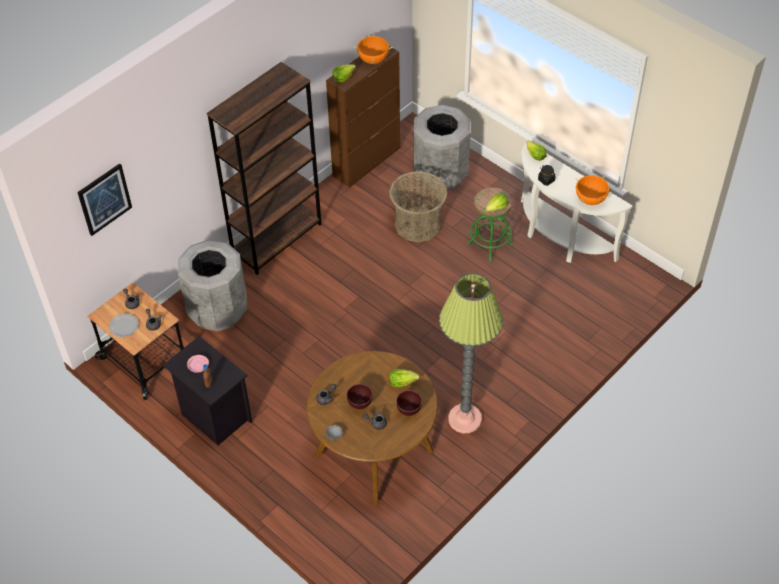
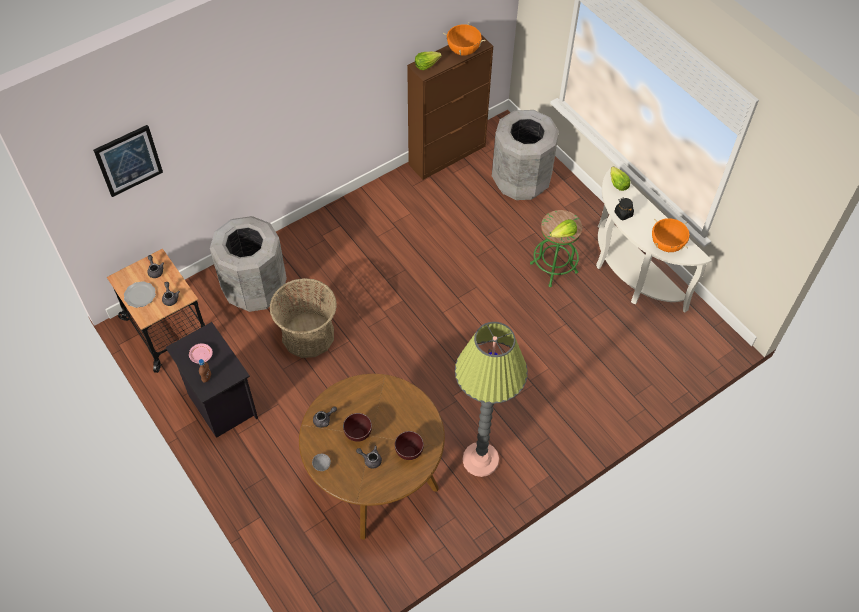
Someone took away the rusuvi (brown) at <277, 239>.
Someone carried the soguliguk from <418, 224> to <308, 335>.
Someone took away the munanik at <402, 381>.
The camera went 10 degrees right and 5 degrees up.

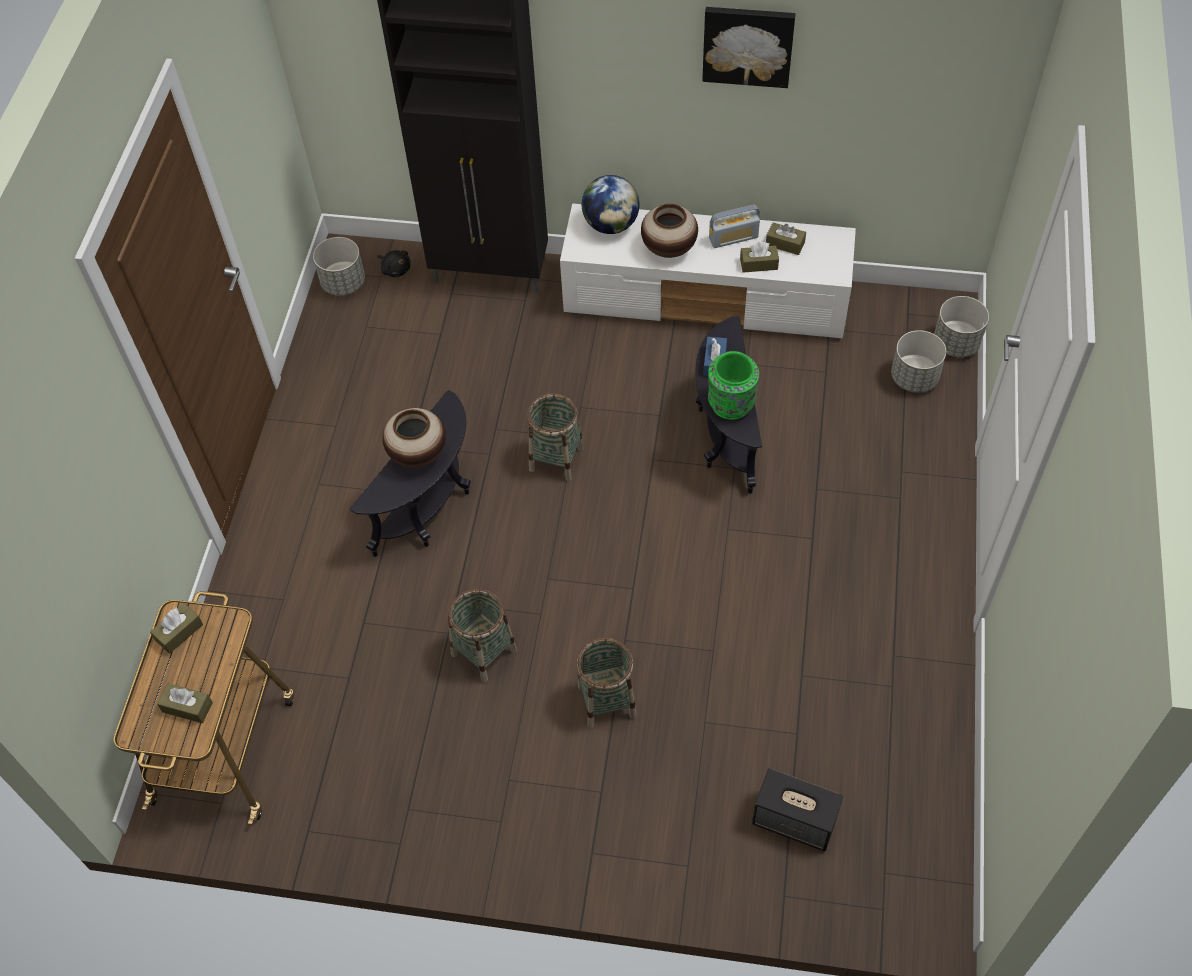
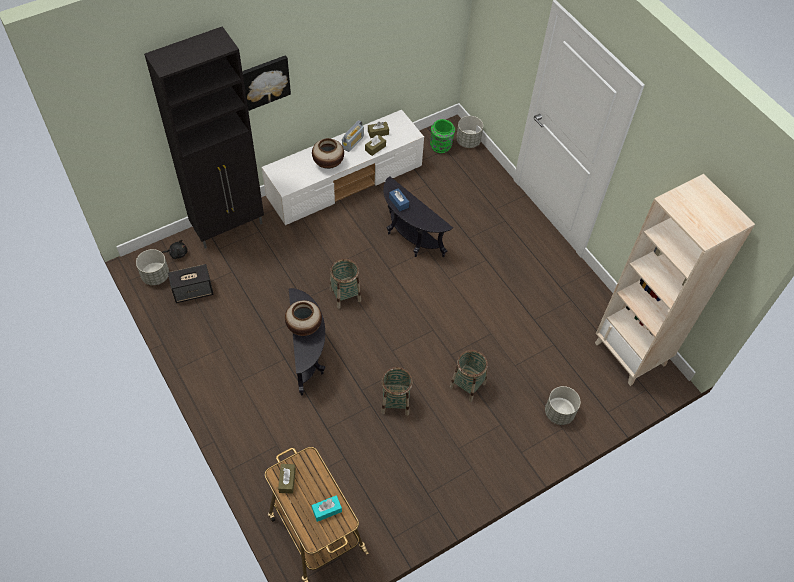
Someone repainted the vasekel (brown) at <187, 707>, which became the vasekel (turquoise) at <327, 510>.
Someone took away the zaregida at <611, 225>.
Someone carried the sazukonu from <748, 45> to <265, 81>.
Someone carried the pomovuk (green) from <731, 405> to <441, 146>.
Someone carried the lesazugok from <795, 820> to <193, 291>.
Someone carried the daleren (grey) from <914, 378> to <559, 413>.
Someone put down the rusuvi (beige) at <631, 354>.
The camera went 45 degrees left and 0 degrees up.

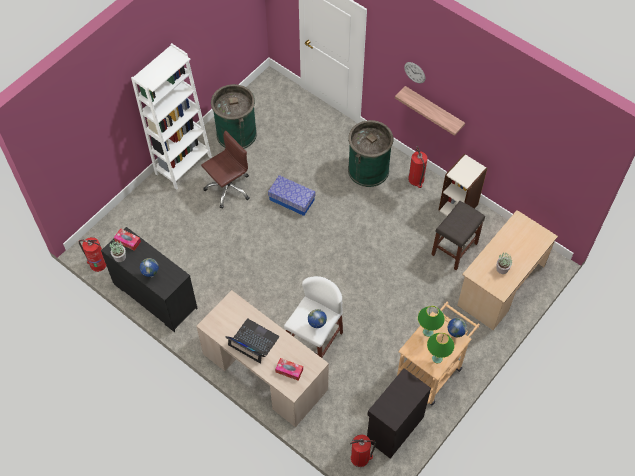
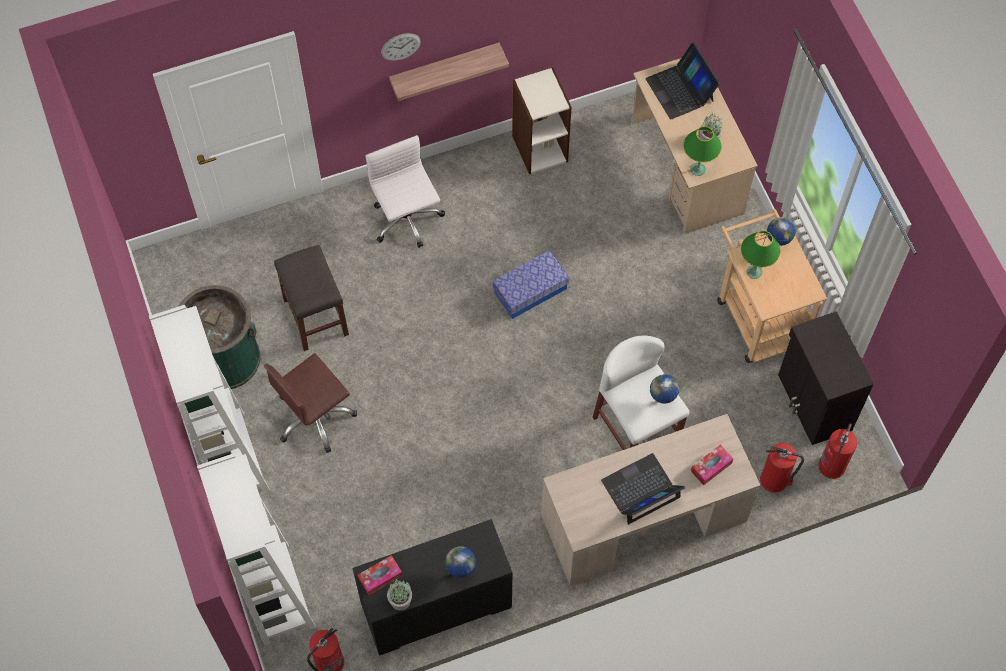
Someone rotated the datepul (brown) at <228, 188> by 120 degrees counterclockwise.
Someone carried the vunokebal from <292, 200> to <530, 290>.
Someone swapped the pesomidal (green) at <368, 169> for the datepul (white) at <407, 221>.
Someone carried the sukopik from <416, 179> to <774, 480>.
Someone carried the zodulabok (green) from <437, 358> to <697, 169>.
Someone carried the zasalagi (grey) from <454, 248> to <315, 316>.
Someone put down the rusuvi (white) at <276, 594>.
Someone put down the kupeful at <680, 89>.
The camera went 60 degrees left and 5 degrees up.

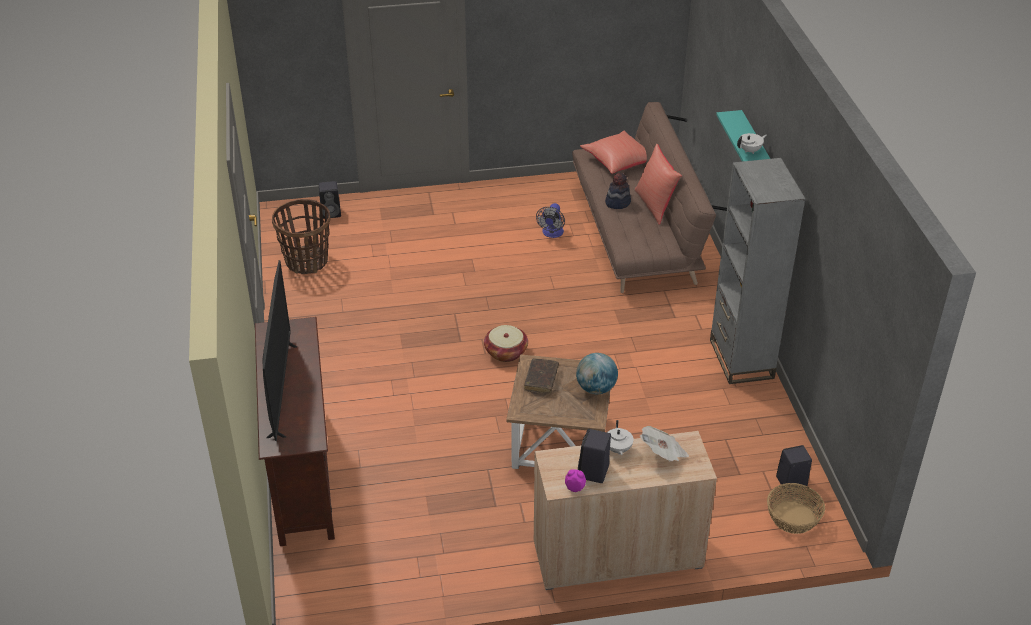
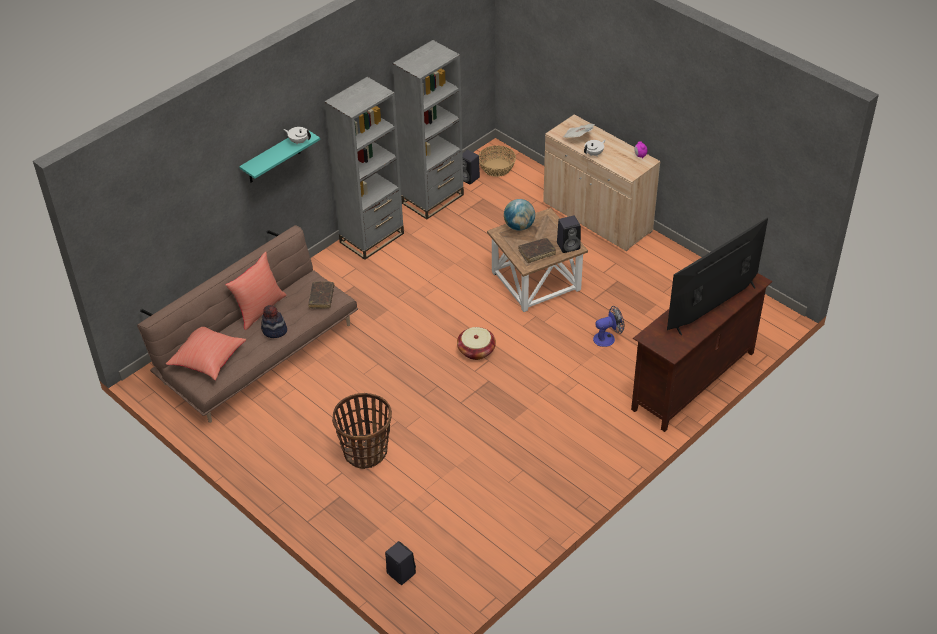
Someone carried the soguliguk from <307, 261> to <365, 452>.
Someone carried the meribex from <552, 233> to <607, 338>.
Someone carried the lesazugok (black) from <593, 472> to <569, 245>.
Someone put down the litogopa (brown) at <321, 298>.
Someone put down the rusuvi (grey) at <433, 199>.
The camera went 125 degrees left and 5 degrees up.

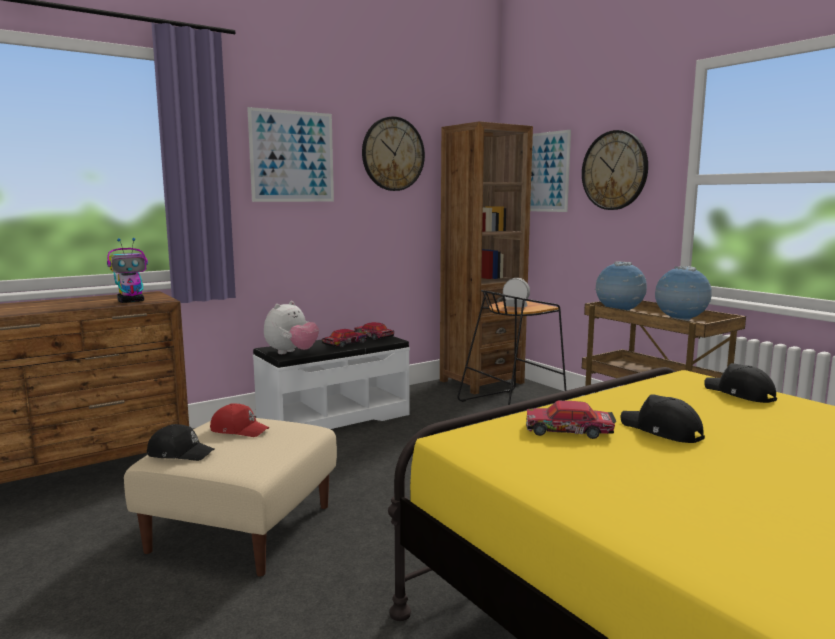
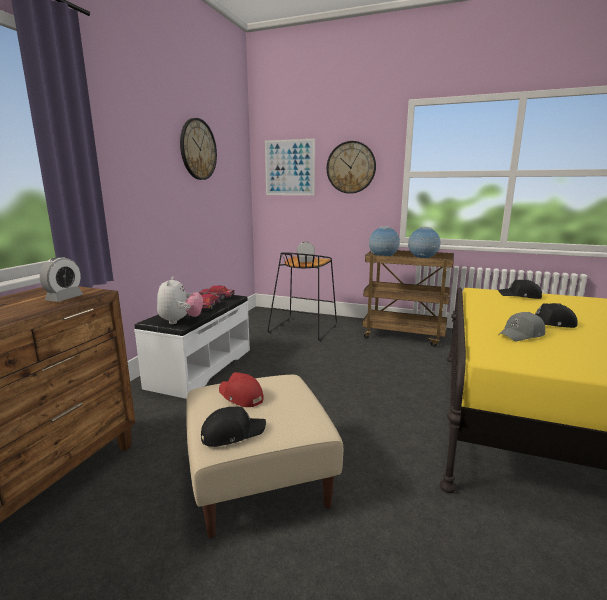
Someone swapped the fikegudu at <131, 301> for the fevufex at <64, 298>.
Someone rotated the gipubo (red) at <239, 430> by 120 degrees counterclockwise.
Someone took away the sazukonu at <292, 156>.
Someone took away the rusuvi (brown) at <481, 382>.
Someone swapped the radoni at <569, 431> for the gipubo (grey) at <522, 335>.
The camera went 35 degrees left and 5 degrees up.

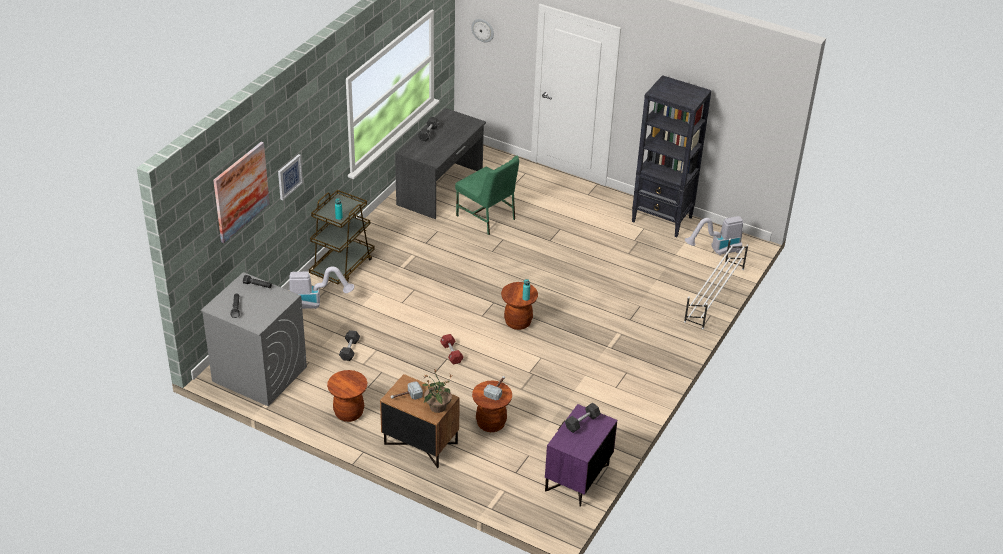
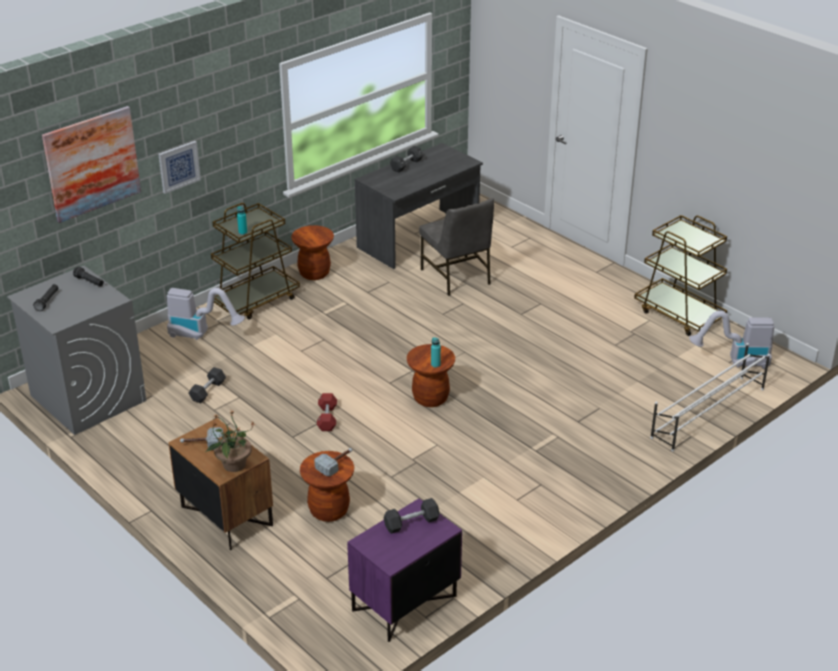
Someone carried the zasalagi (brown) from <349, 413> to <314, 273>.
Someone repainted the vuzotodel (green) at <487, 217>, which became the vuzotodel (grey) at <456, 277>.
Someone took away the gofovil at <483, 30>.
Someone swapped the rusuvi (black) at <662, 220> for the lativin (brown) at <679, 314>.
The camera went 20 degrees right and 5 degrees down.

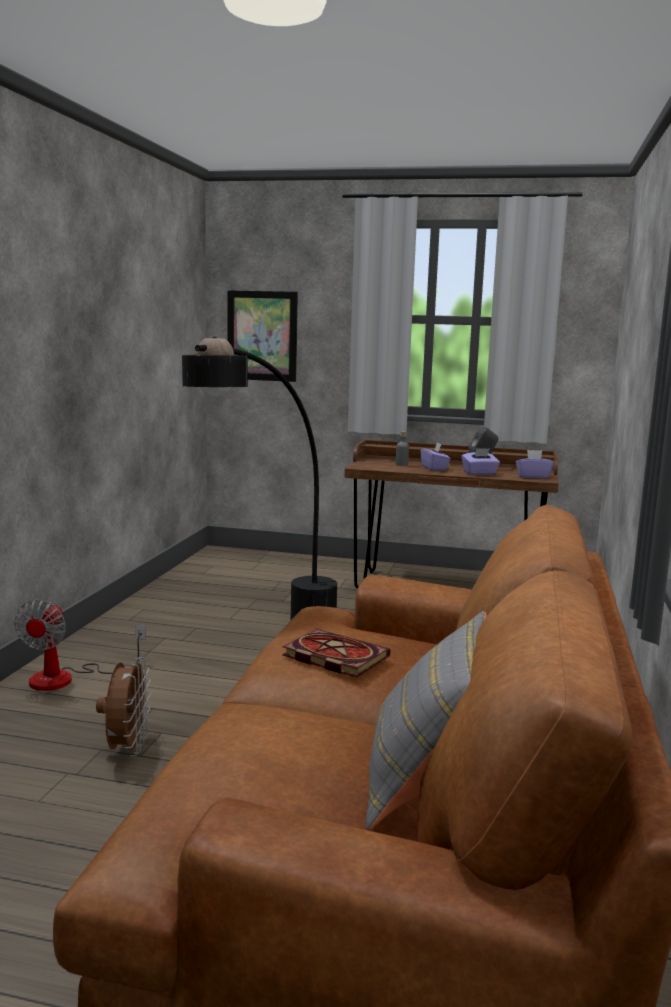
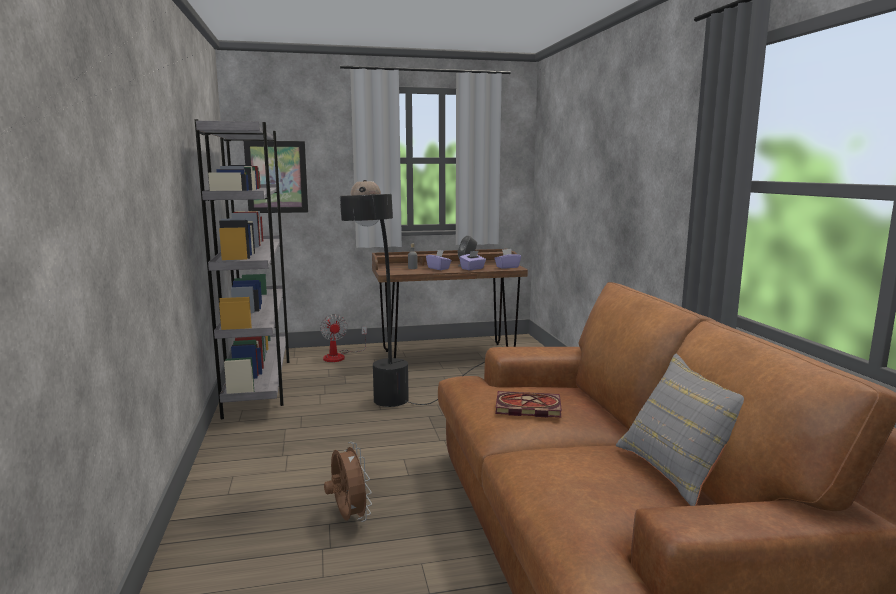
Someone carried the meribex from <67, 678> to <339, 356>.
Someone put down the rusuvi (grey) at <259, 383>.
The camera went 25 degrees left and 0 degrees up.

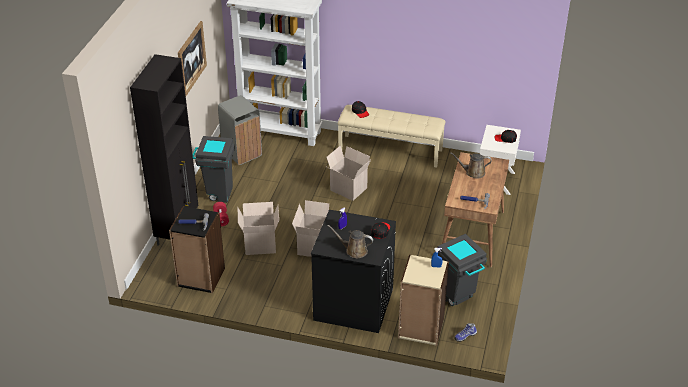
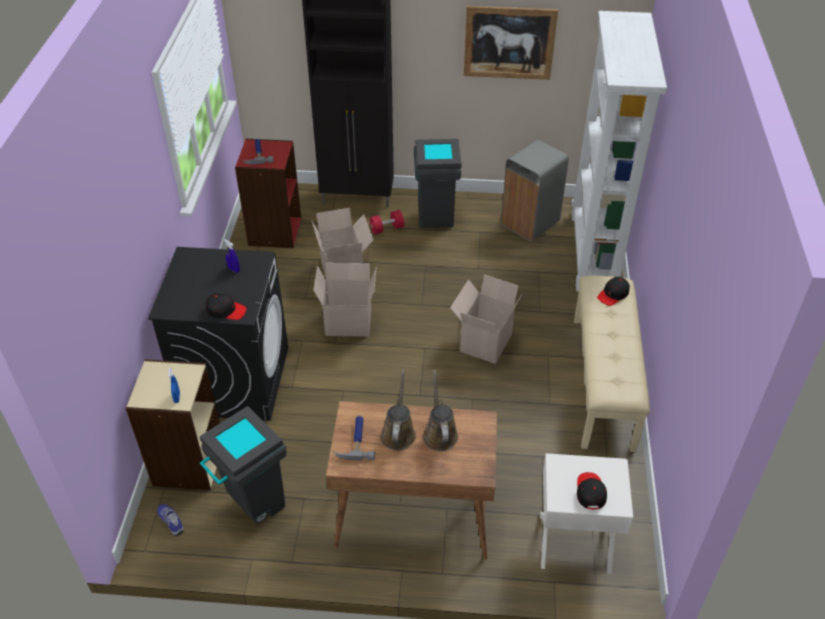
Someone repainted the rusuvi (black) at <201, 277>, which became the rusuvi (red) at <274, 231>.
Someone carried the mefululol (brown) from <354, 250> to <398, 433>.
The camera went 80 degrees right and 5 degrees up.

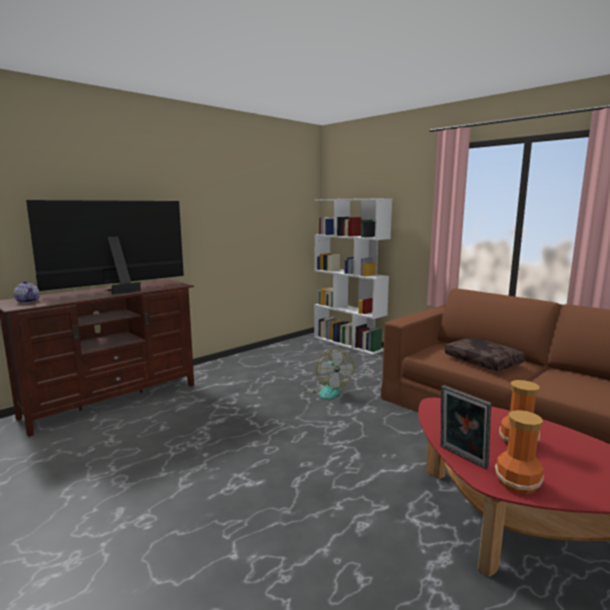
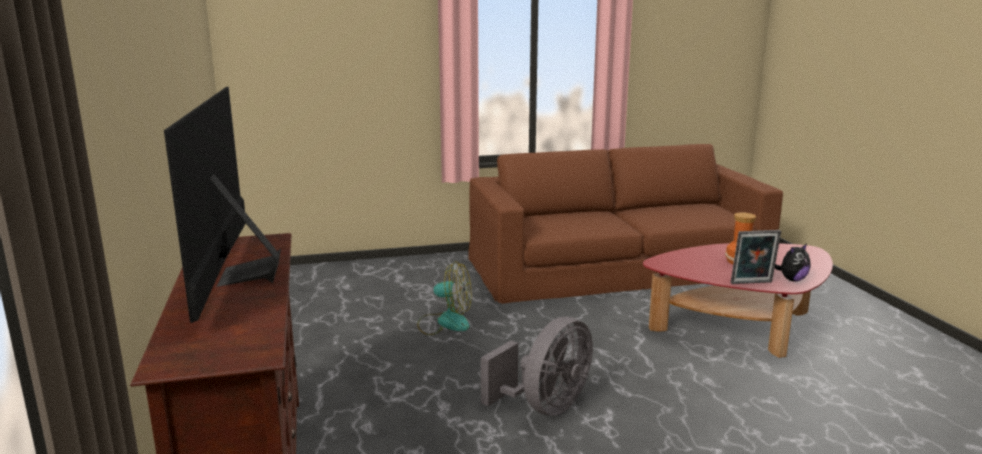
Someone took away the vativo at <28, 301>.
Someone took away the rusuvi (white) at <349, 343>.
Someone took away the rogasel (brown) at <484, 361>.
Someone swapped the pomovuk at <518, 482> for the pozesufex at <792, 279>.
Someone put down the meribex (grey) at <545, 406>.
The camera went 60 degrees left and 5 degrees up.

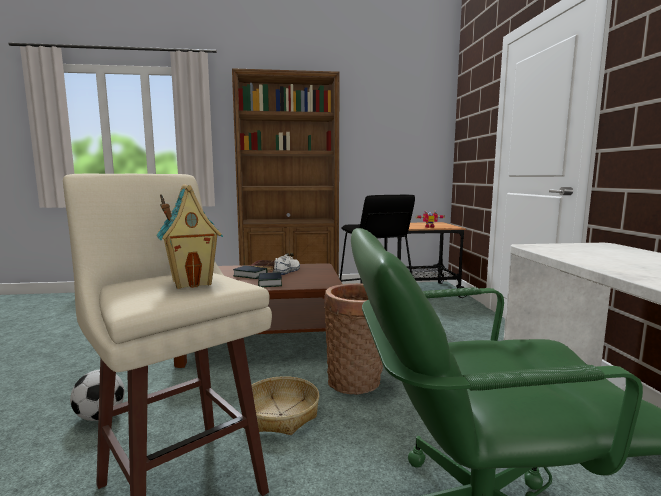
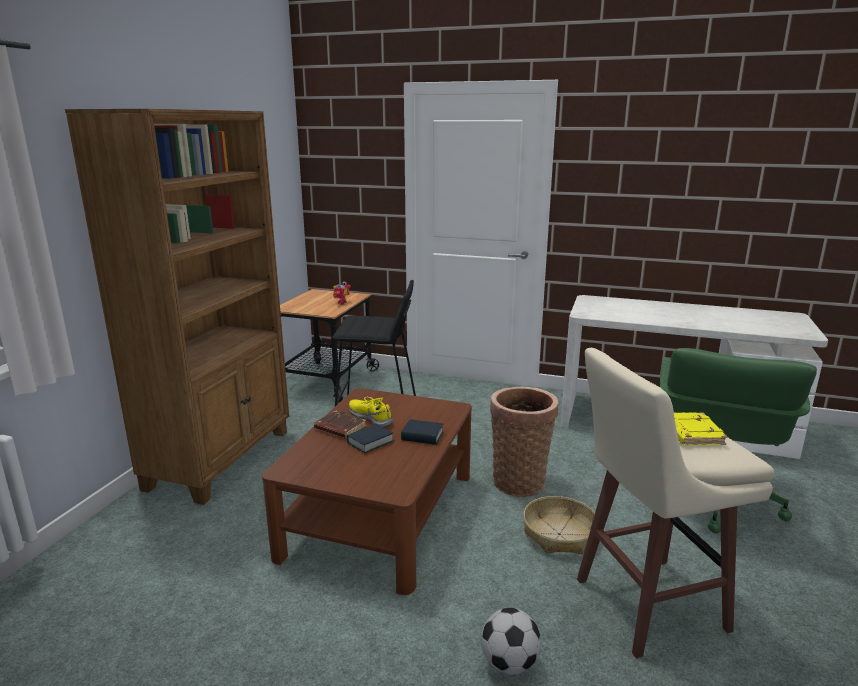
Someone swapped the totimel at <192, 282> for the litogopa (yellow) at <690, 433>.
Someone repainted the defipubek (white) at <287, 271>, which became the defipubek (yellow) at <371, 417>.
The camera went 65 degrees left and 10 degrees up.

